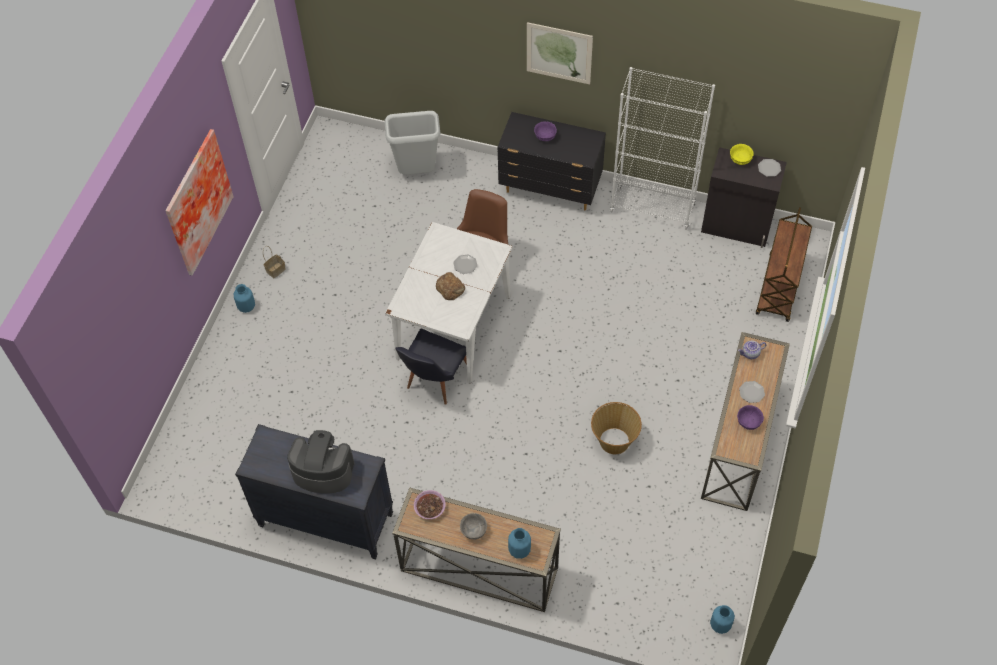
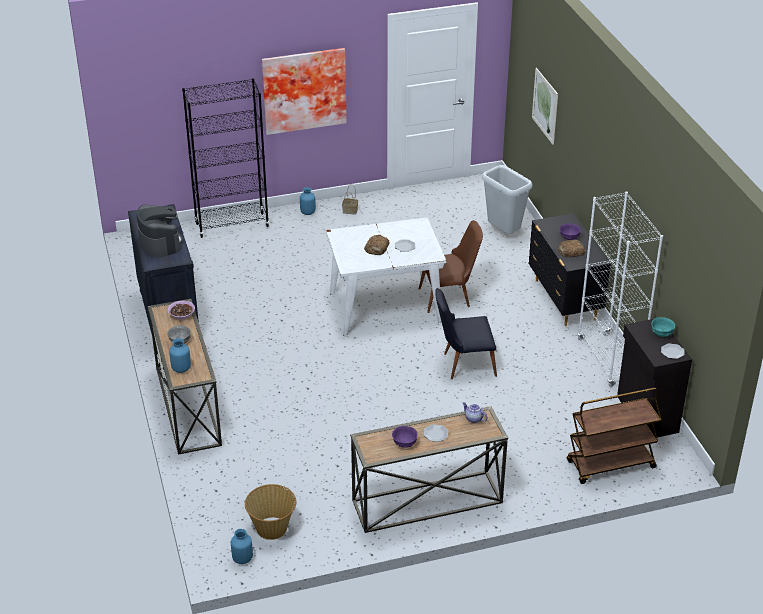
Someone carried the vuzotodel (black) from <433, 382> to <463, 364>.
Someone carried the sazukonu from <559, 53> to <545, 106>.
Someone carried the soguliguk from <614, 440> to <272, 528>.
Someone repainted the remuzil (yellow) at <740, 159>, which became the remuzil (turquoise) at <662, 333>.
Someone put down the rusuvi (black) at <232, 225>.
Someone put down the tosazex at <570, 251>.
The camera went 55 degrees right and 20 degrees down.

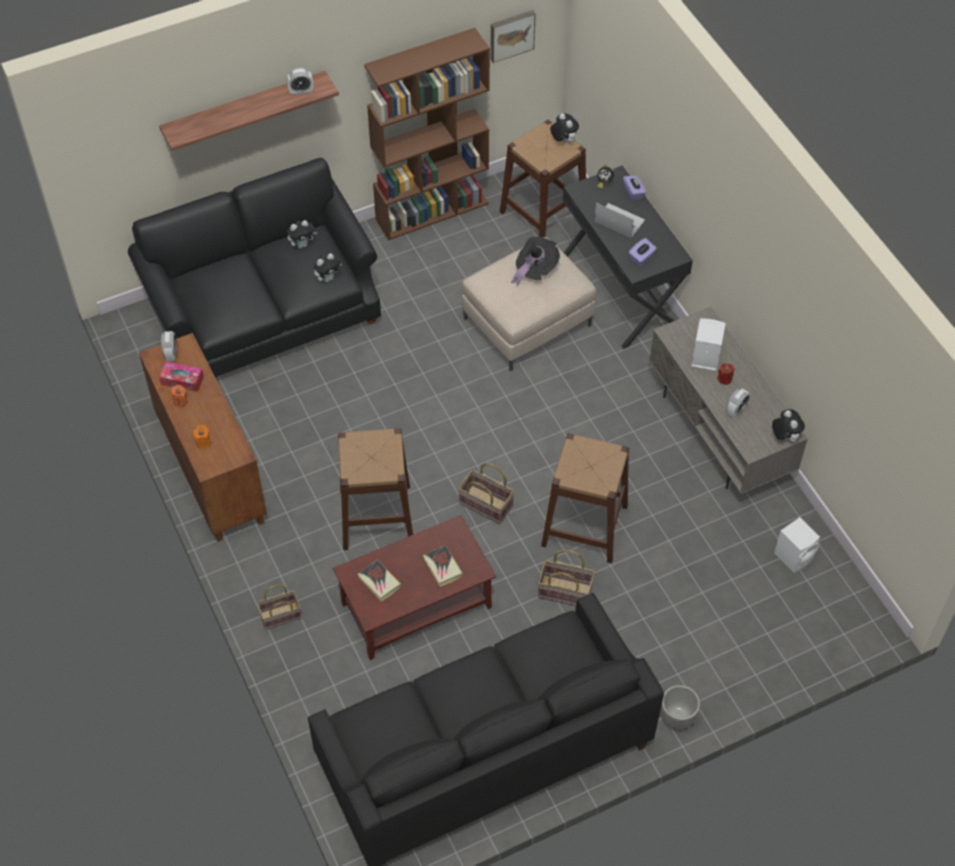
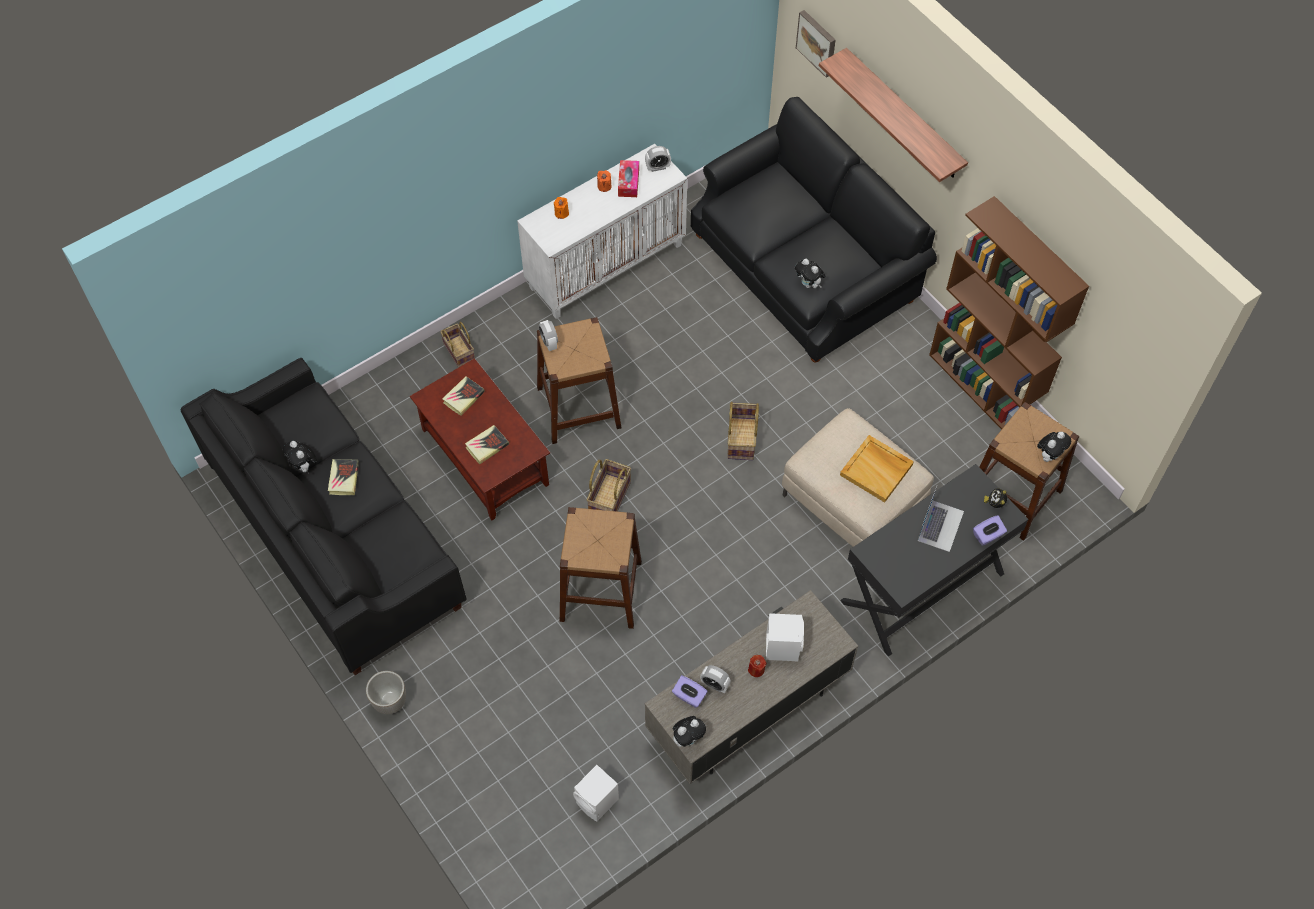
Someone repainted the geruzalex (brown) at <210, 470>, which became the geruzalex (white) at <606, 265>.
Someone carried the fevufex from <301, 91> to <549, 342>.
Someone carried the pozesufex from <302, 244> to <304, 466>.
Someone carried the sazukonu from <511, 35> to <817, 42>.
Someone swapped the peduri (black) at <535, 269> for the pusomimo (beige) at <877, 470>.
Someone carried the soguliguk from <565, 591> to <742, 439>.
Someone carried the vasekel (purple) from <641, 258> to <689, 696>.
Someone put down the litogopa at <344, 478>.
The camera went 80 degrees right and 5 degrees up.

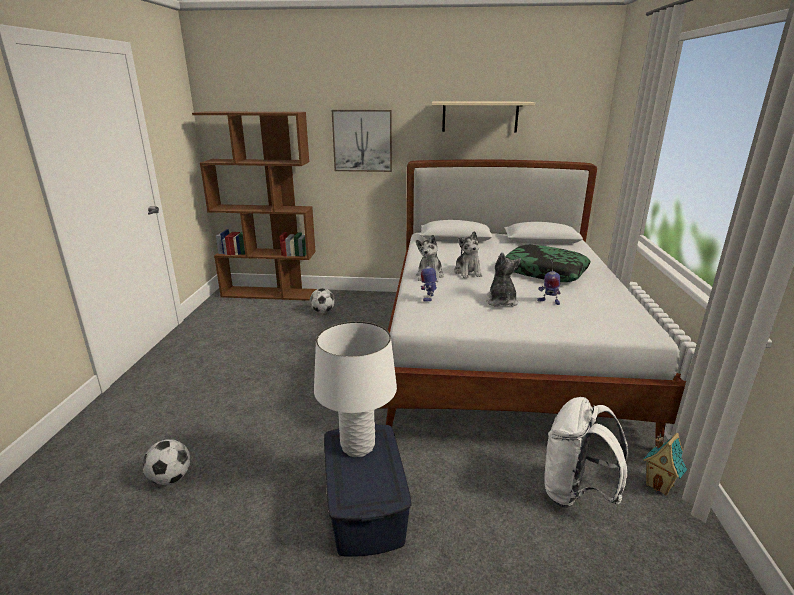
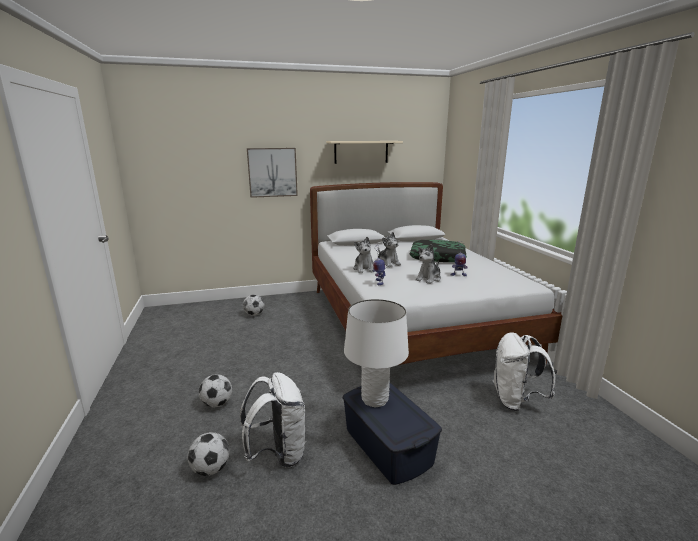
Someone took away the rusuvi (brown) at <270, 293>.
Someone rotated the pozesufex at <501, 301> by 120 degrees counterclockwise.
Someone took away the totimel at <660, 485>.
Someone put down the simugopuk at <217, 404>.
Someone put down the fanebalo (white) at <278, 453>.
The camera went 20 degrees left and 5 degrees down.

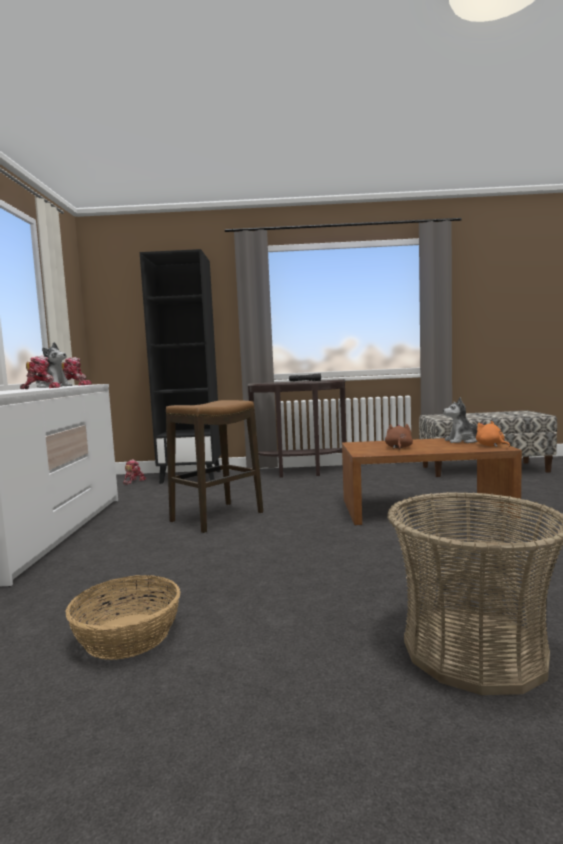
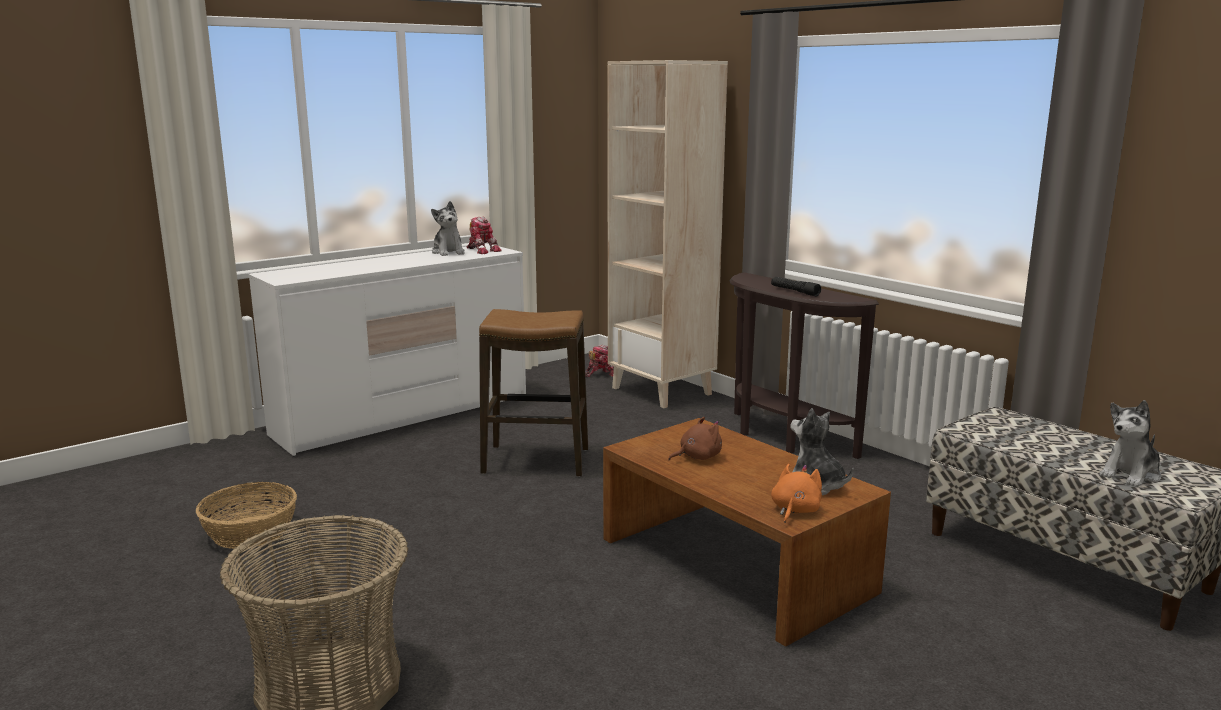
Someone took away the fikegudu at <42, 388>.
Someone repainted the rusuvi (black) at <191, 477>, which became the rusuvi (beige) at <662, 391>.
Someone put down the pozesufex at <1131, 474>.
The camera went 50 degrees right and 10 degrees up.

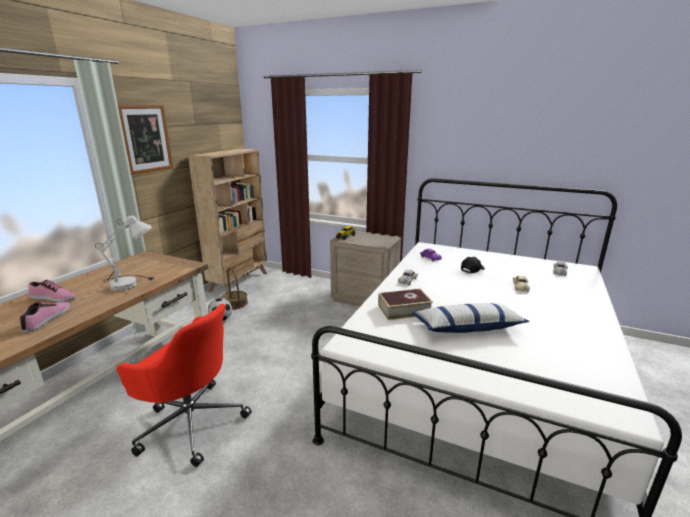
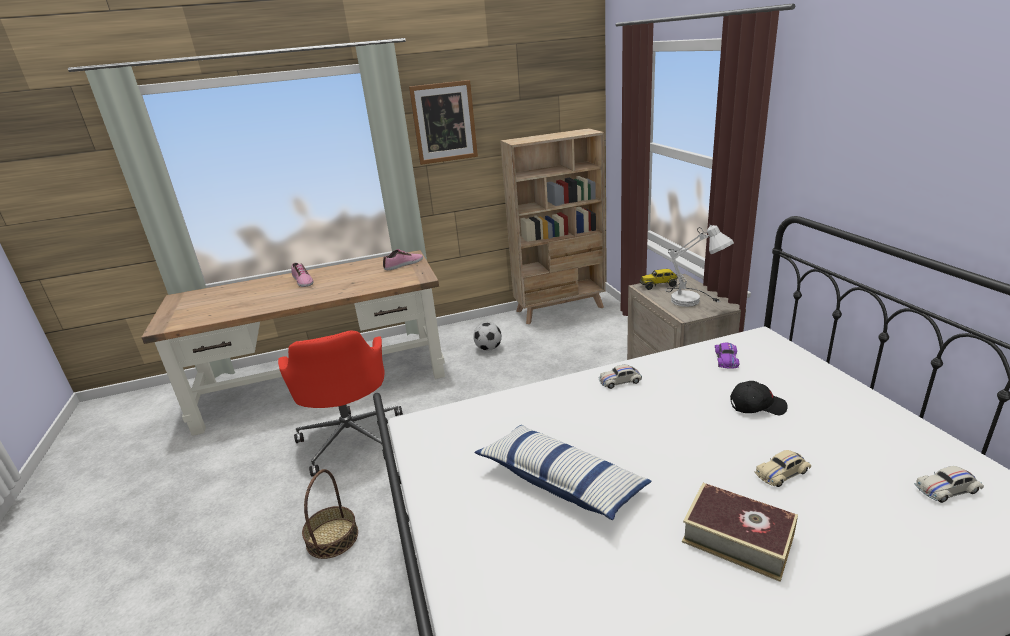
Someone carried the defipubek from <47, 319> to <404, 264>.
Someone carried the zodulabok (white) from <131, 283> to <694, 300>.
Someone carried the soguliguk from <235, 303> to <332, 538>.
Someone carried the litogopa from <404, 309> to <737, 538>.
The camera went 50 degrees right and 5 degrees up.

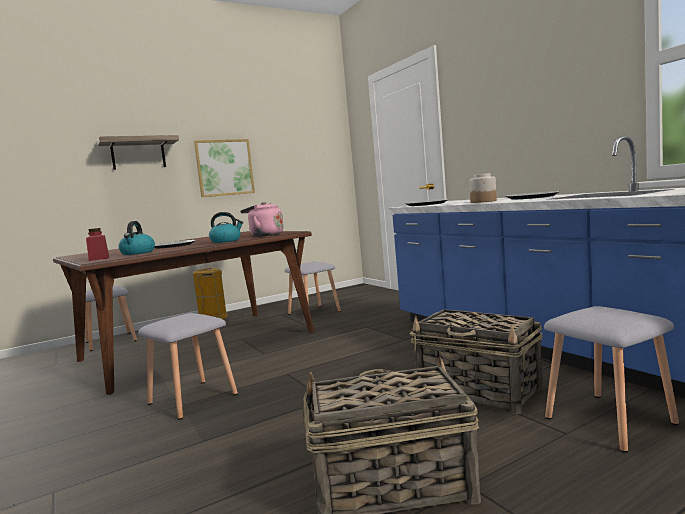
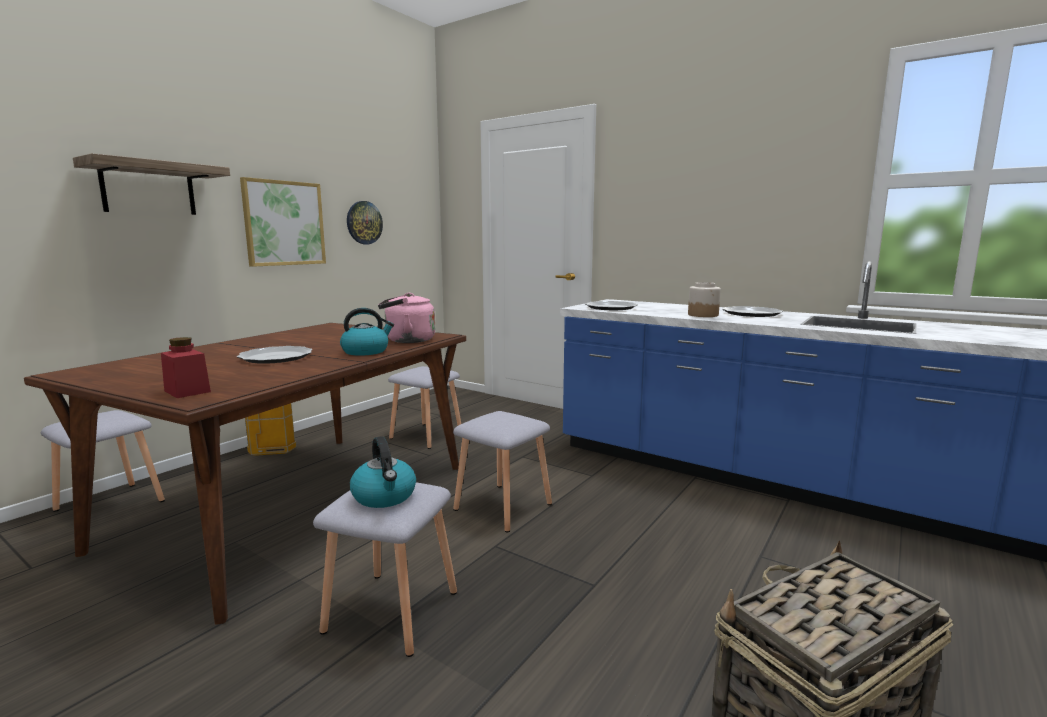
Someone carried the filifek from <138, 253> to <385, 496>.
Someone took away the soguliguk at <479, 390>.
Someone carried the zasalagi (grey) from <609, 421> to <502, 507>.
Someone put up the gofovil at <364, 222>.
The camera went 25 degrees left and 5 degrees up.

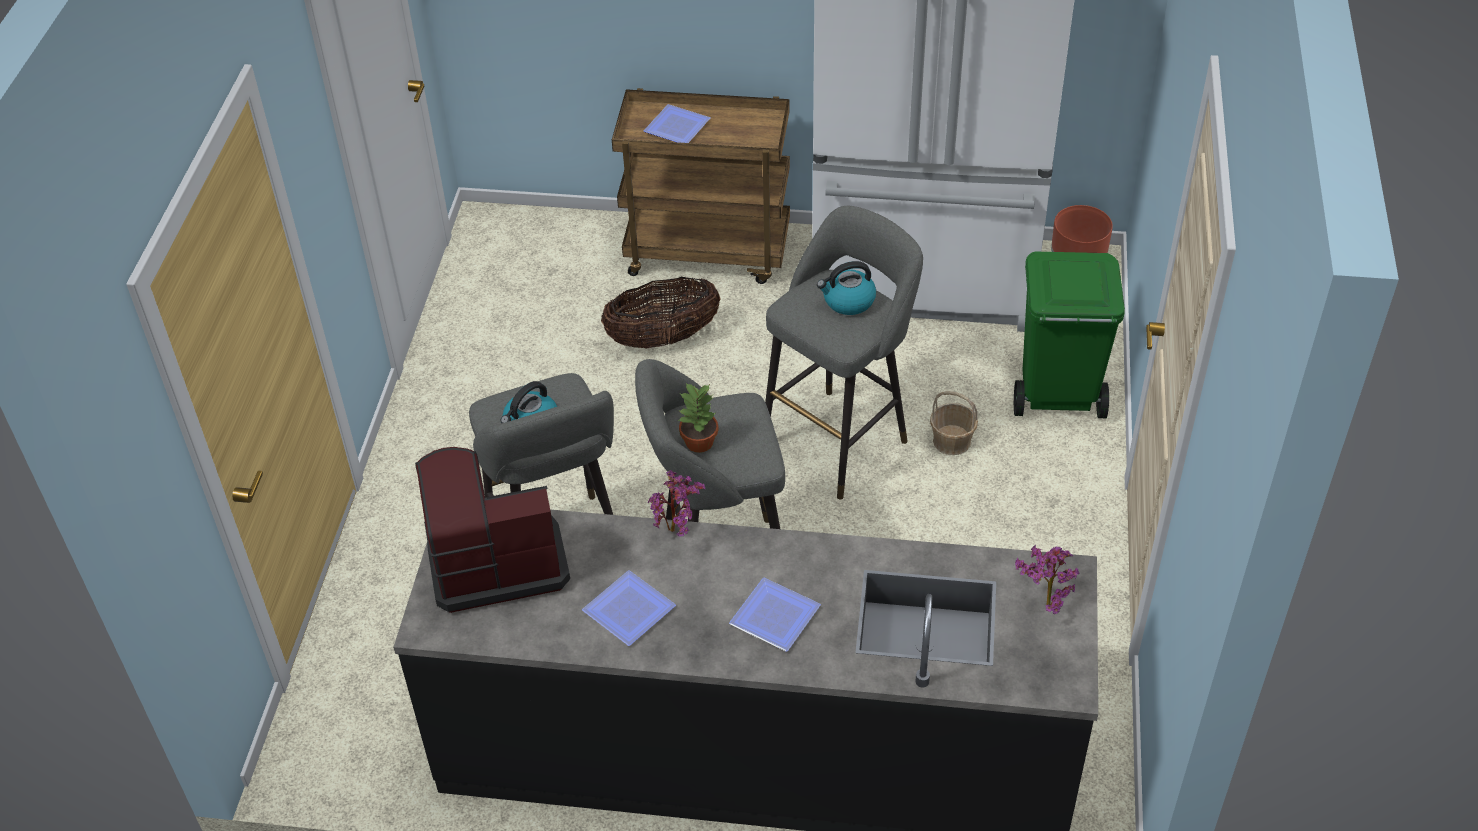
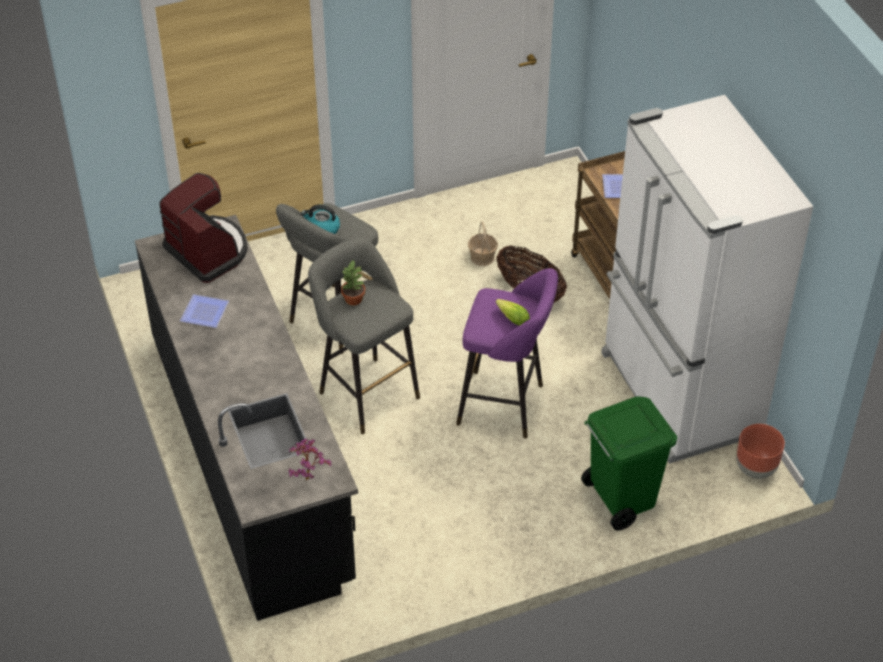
Someone took away the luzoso at <677, 530>.
Someone took away the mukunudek at <775, 619>.
Someone repainted the zasalagi (grey) at <840, 438>, which became the zasalagi (purple) at <505, 405>.
Someone swapped the filifek at <848, 301> for the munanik at <511, 318>.
Someone carried the soguliguk from <952, 441> to <482, 257>.
The camera went 60 degrees right and 0 degrees up.

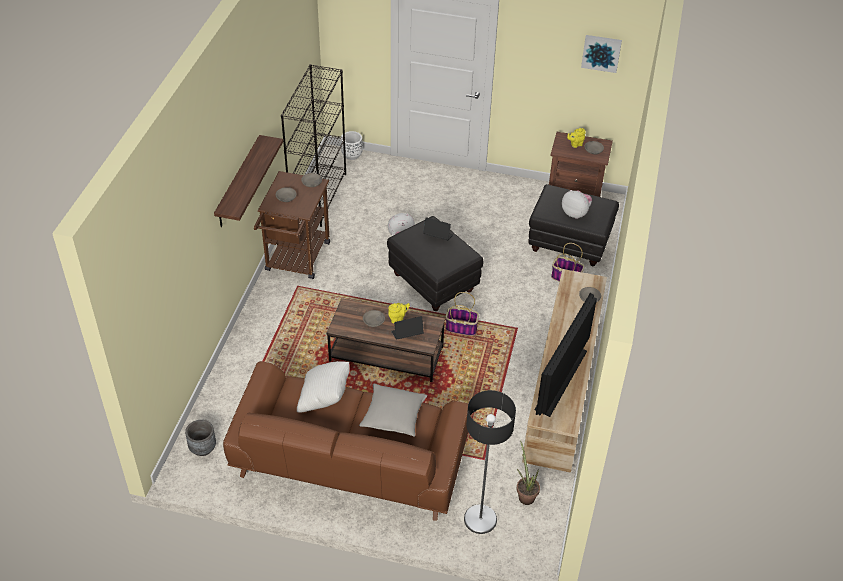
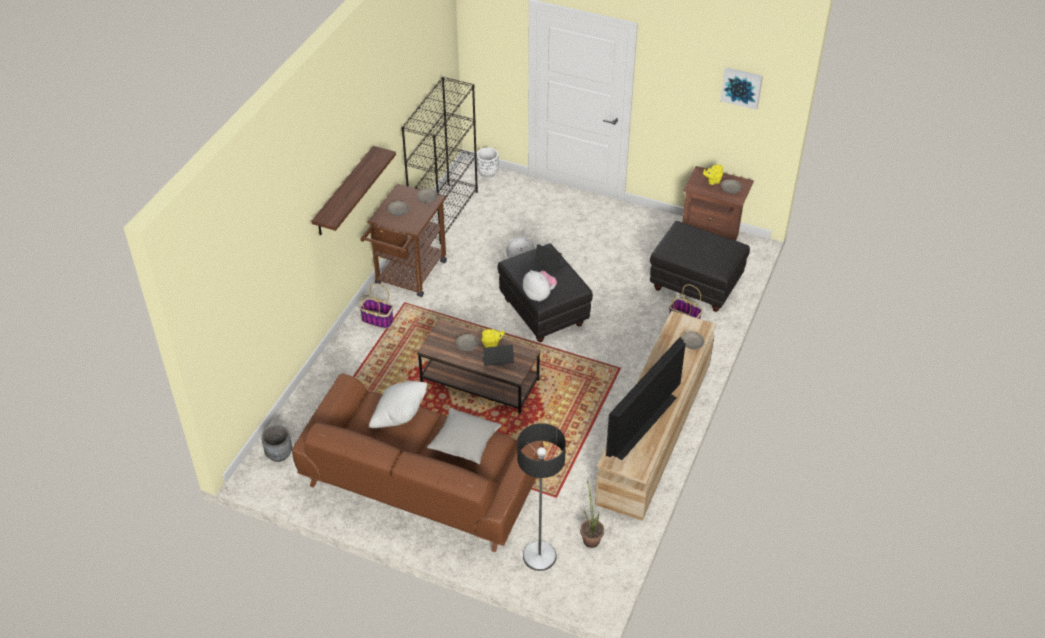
Someone carried the soguliguk from <462, 328> to <378, 320>.
Someone carried the pozesufex from <575, 213> to <539, 295>.
The camera went 10 degrees right and 0 degrees up.

